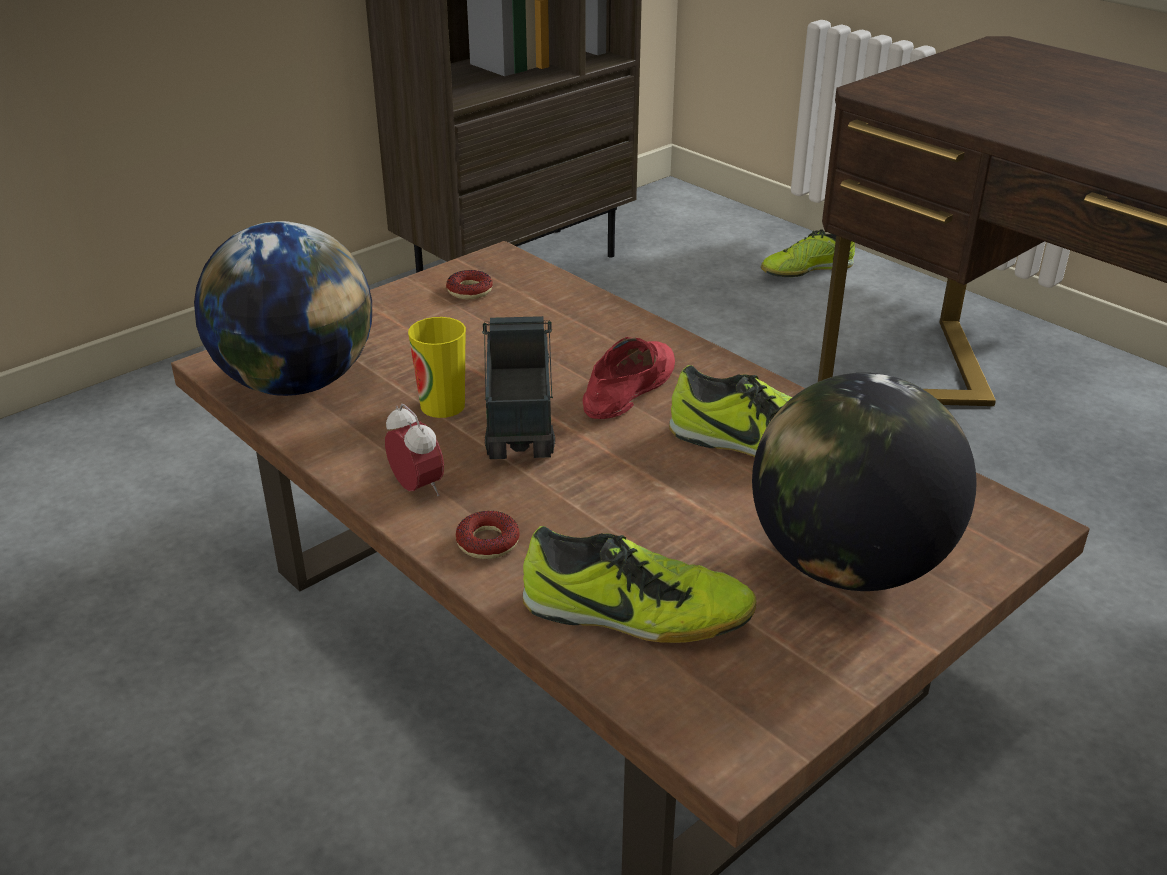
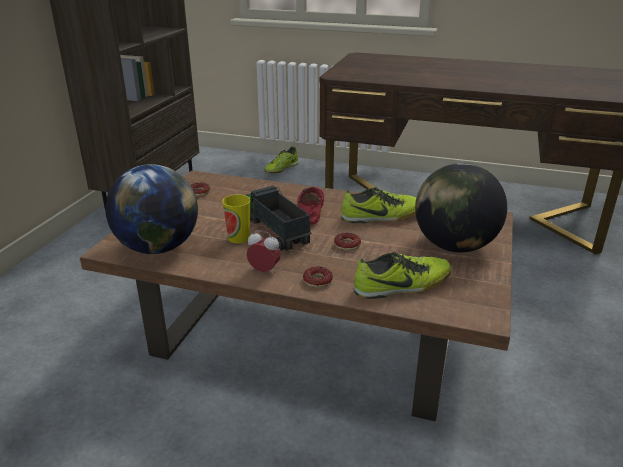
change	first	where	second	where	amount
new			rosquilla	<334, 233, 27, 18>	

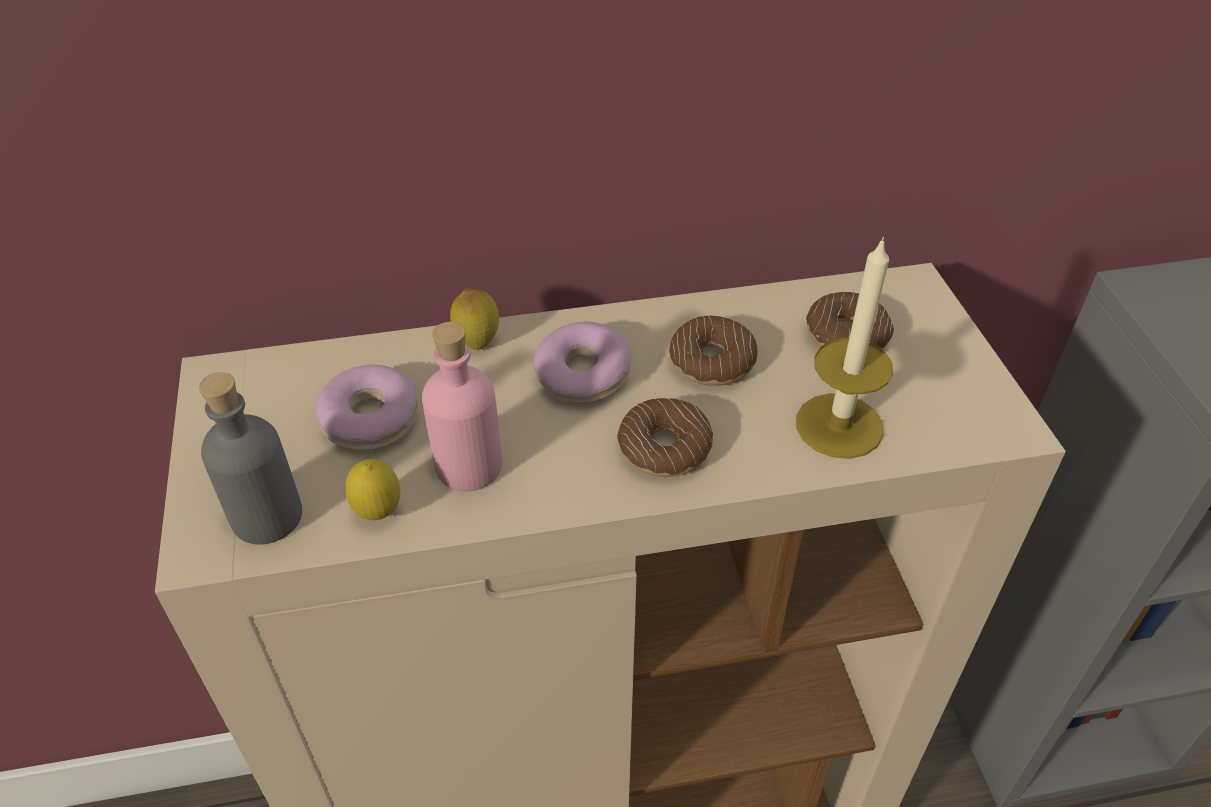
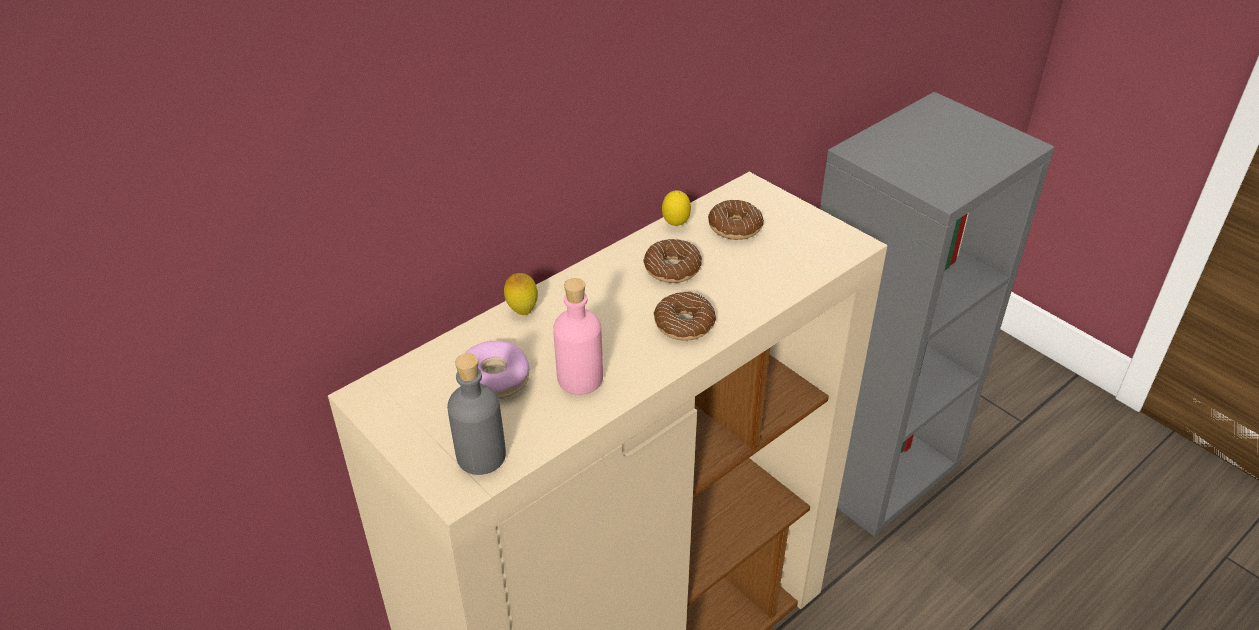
change	first	where	second	where	amount
gone	vela	<796, 237, 97, 222>			
gone	rosquilla	<533, 322, 98, 82>			
shifted	limón	<345, 459, 55, 61>		<662, 190, 29, 36>	

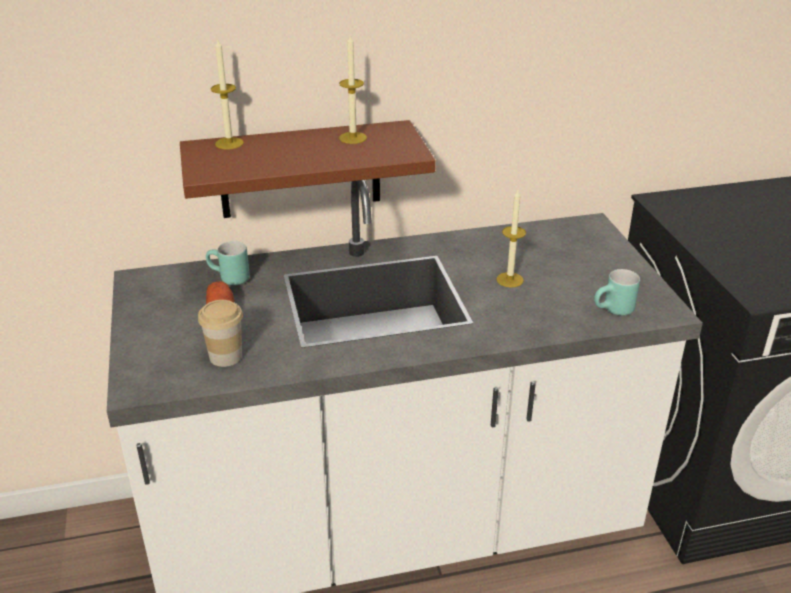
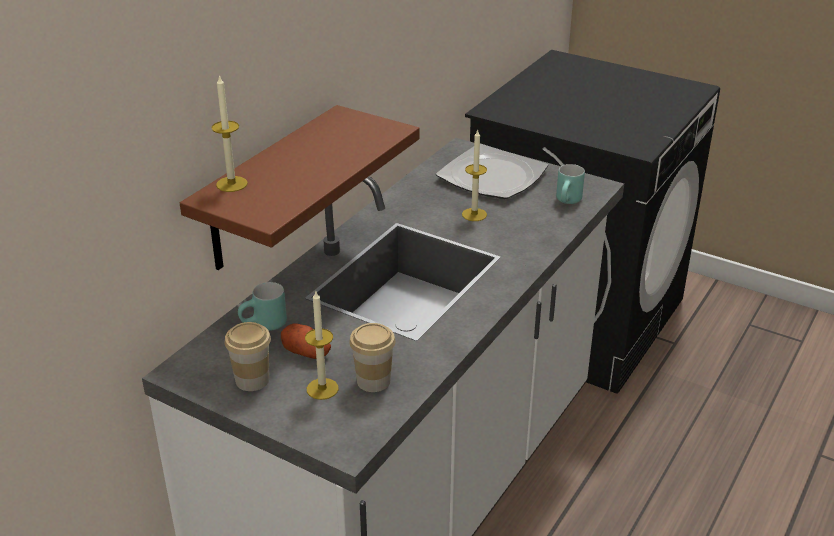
change	first	where	second	where	amount
shifted	vela	<339, 35, 28, 109>		<305, 291, 34, 109>	
new			plato	<436, 143, 112, 56>	
new			taza	<225, 322, 46, 69>	

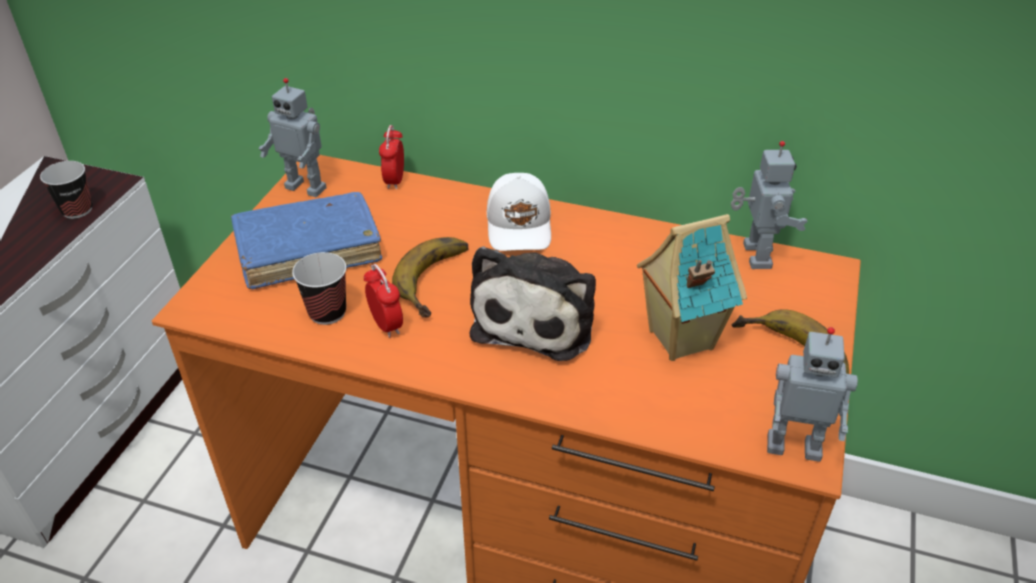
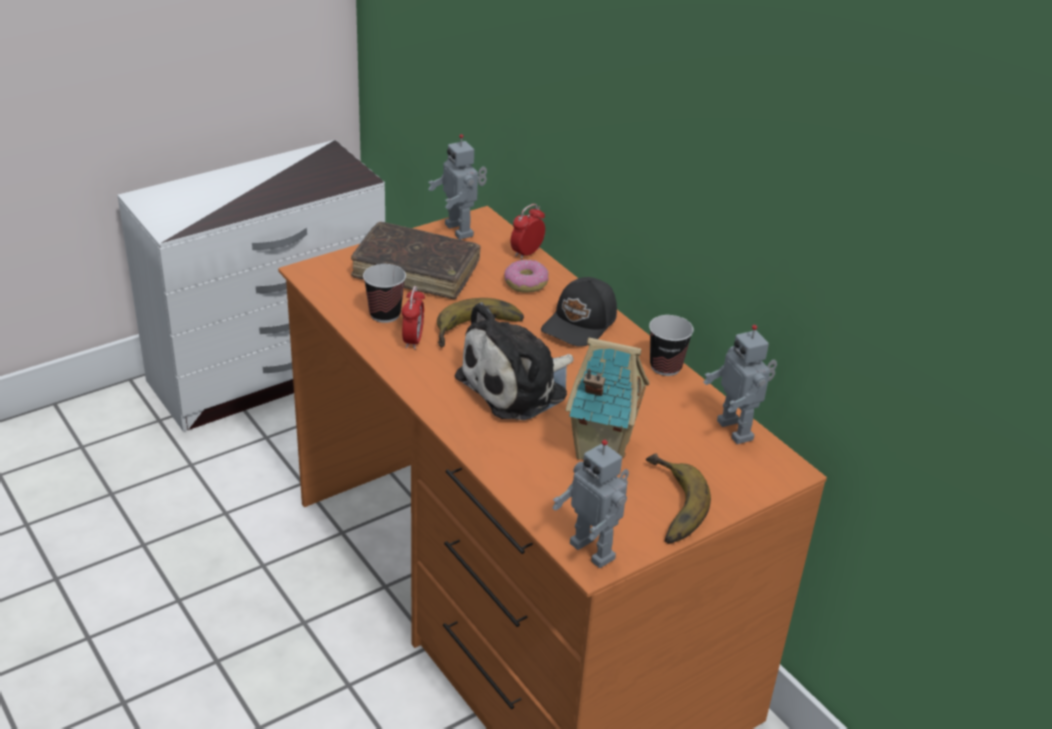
change	first	where	second	where	amount
rotated	robot de juguete	<731, 141, 77, 128>		<703, 325, 74, 119>	120 degrees clockwise
shifted	taza	<40, 161, 52, 58>		<649, 315, 45, 61>	
repainted	gorra/blanco	<487, 173, 64, 78>	gorra/negro	<541, 277, 76, 70>	
repainted	libro/azul	<231, 192, 151, 97>	libro/marrón	<351, 222, 130, 77>	
new			rosquilla	<504, 260, 45, 32>	

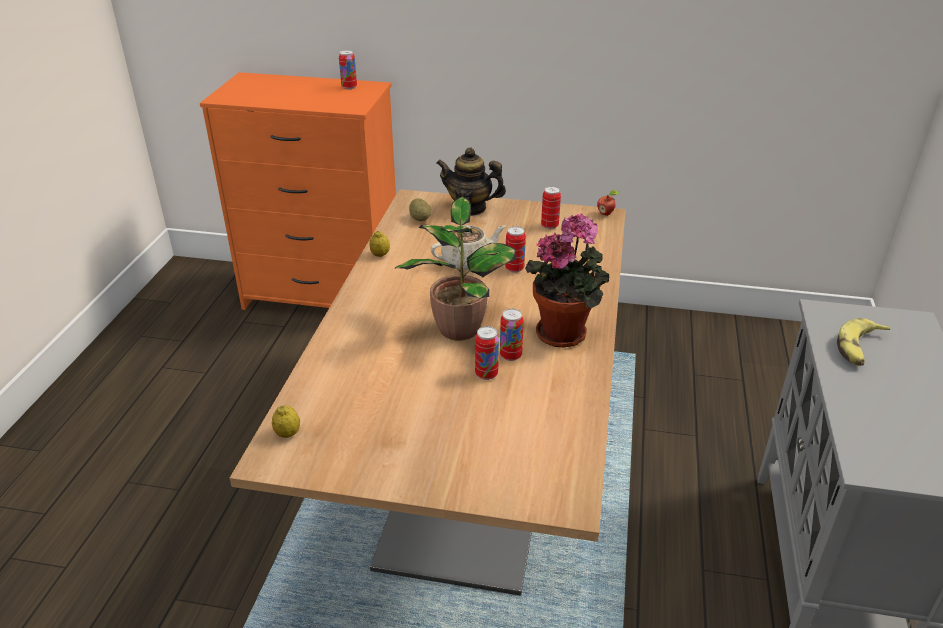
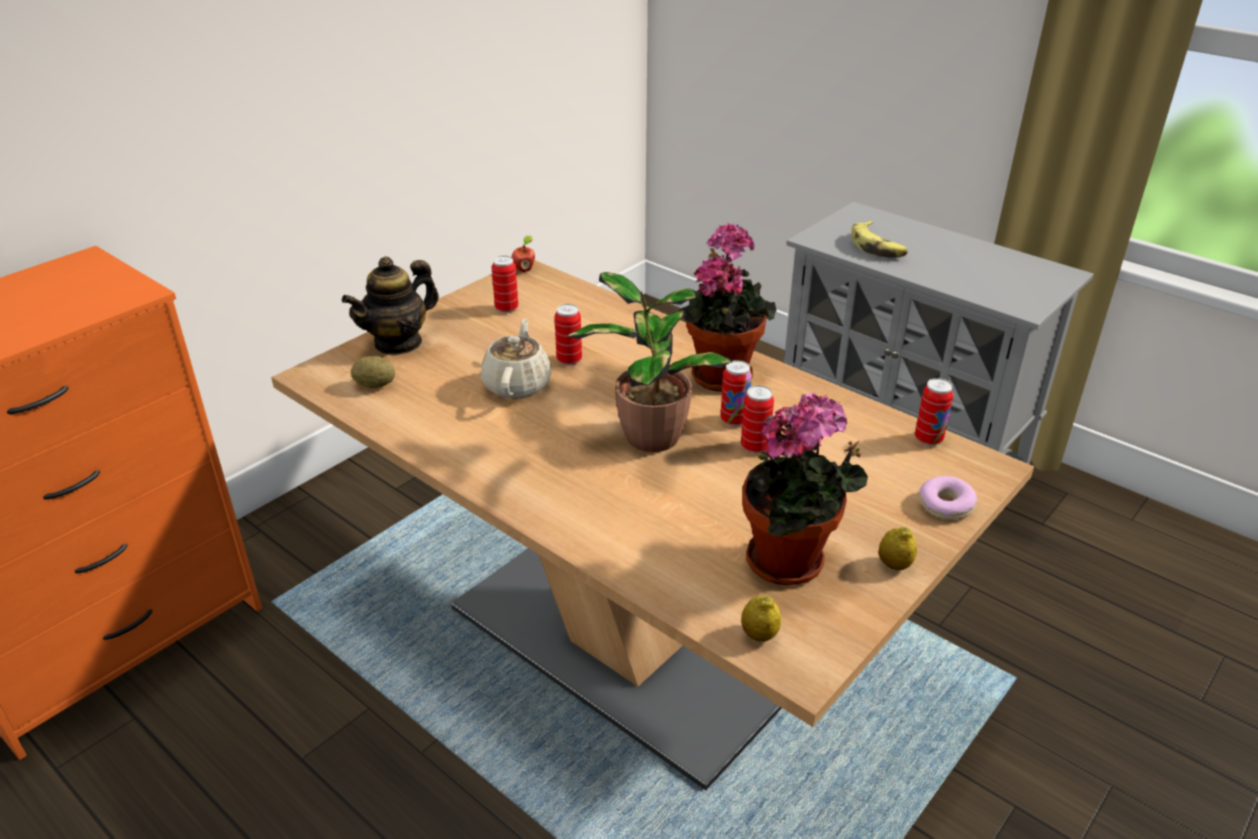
change	first	where	second	where	amount
shifted	lata	<339, 50, 18, 40>		<915, 378, 39, 68>	
shifted	limón	<369, 231, 21, 26>		<878, 527, 39, 43>	
new			planta en maceta	<742, 392, 126, 193>	
new			rosquilla	<919, 476, 58, 44>	

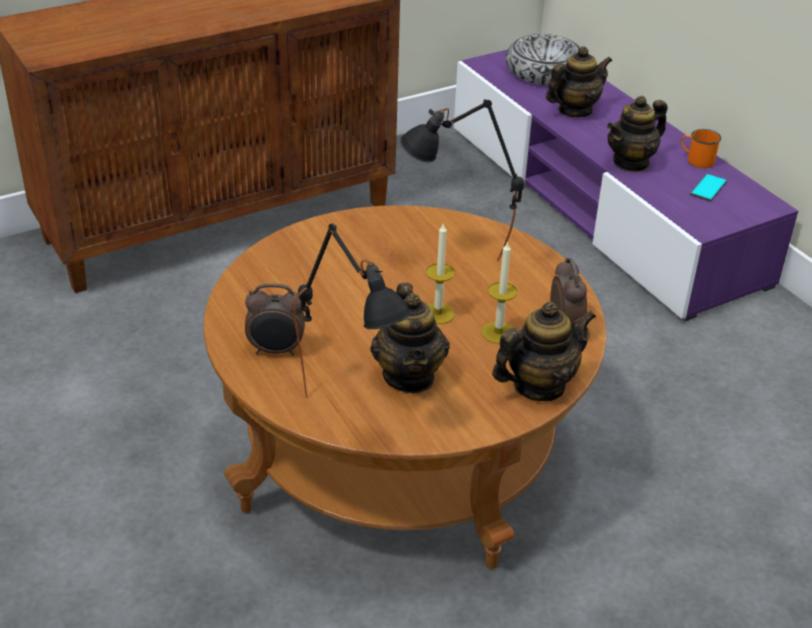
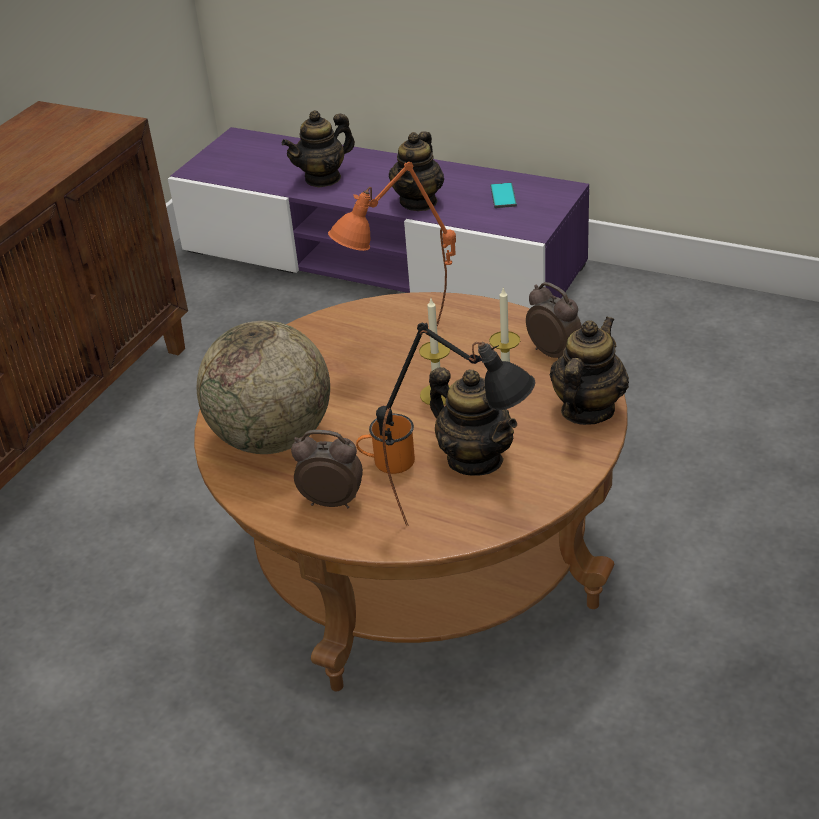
change	first	where	second	where	amount
gone	cuenco	<506, 34, 74, 51>			
rotated	tetera	<546, 46, 66, 71>		<282, 110, 73, 78>	150 degrees counterclockwise
repainted	lámpara de mesa/negro	<400, 99, 124, 162>	lámpara de mesa/naranja	<328, 162, 128, 164>	
shifted	taza grande/naranja	<681, 129, 40, 39>		<356, 414, 59, 60>	
rotated	despertador	<245, 283, 60, 73>		<291, 430, 72, 79>	135 degrees counterclockwise
new			globo terráqueo	<197, 321, 133, 133>	

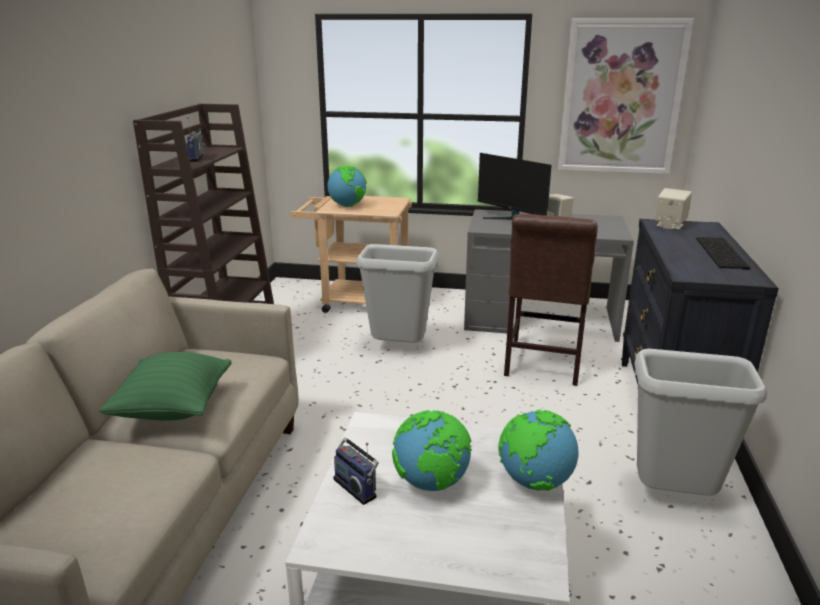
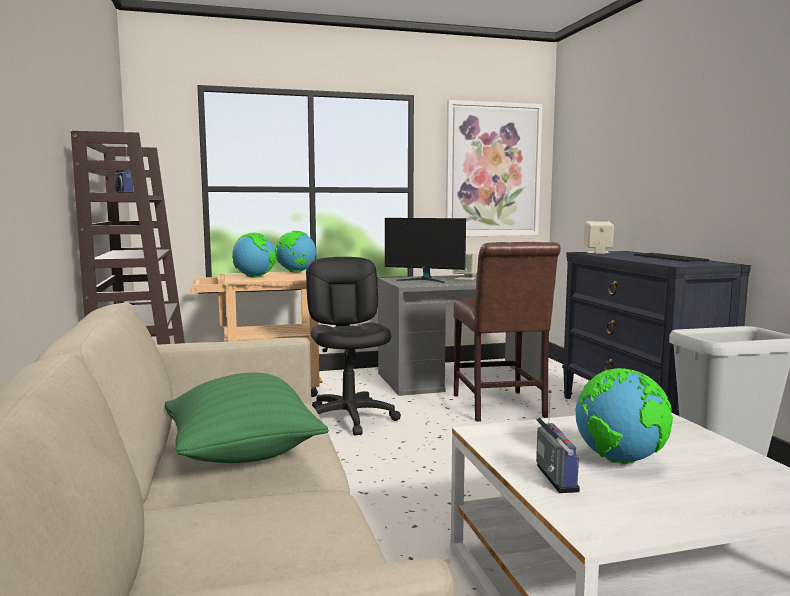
change	first	where	second	where	amount
swapped	papelera/gris	<356, 244, 83, 99>	silla de oficina/negro	<306, 257, 95, 179>	
shifted	globo terráqueo	<498, 410, 80, 81>		<275, 231, 41, 42>	
rotated	radio	<333, 437, 46, 68>		<536, 390, 44, 103>	120 degrees counterclockwise

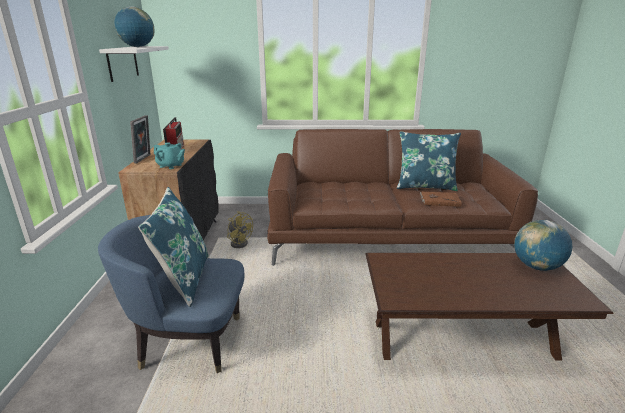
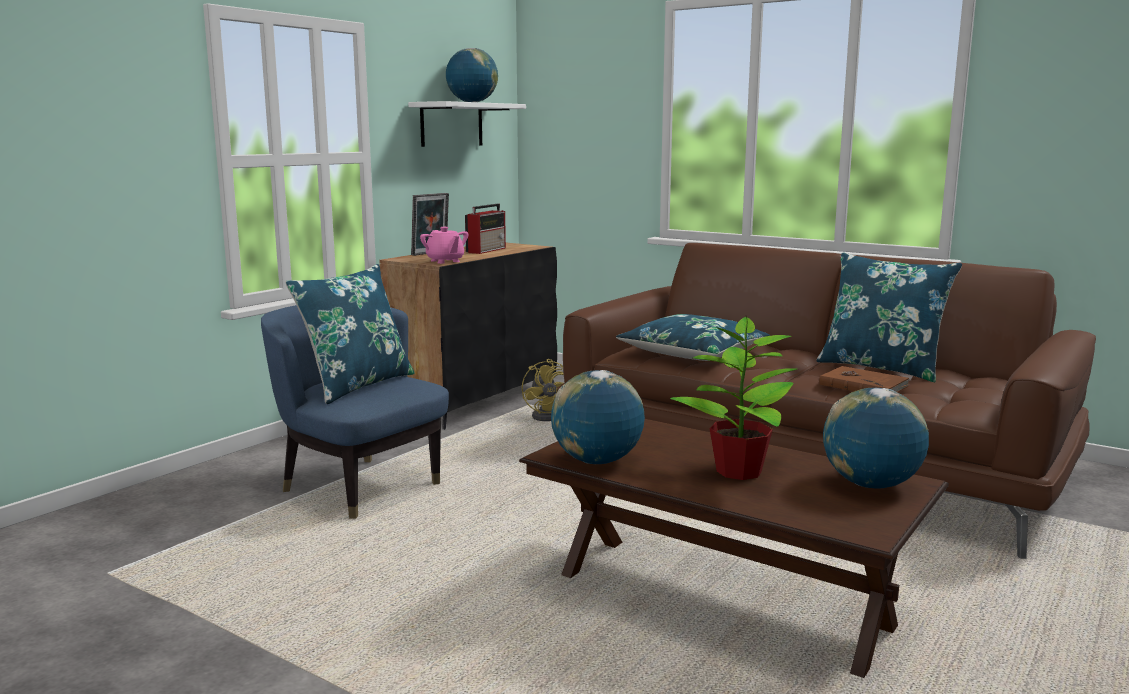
change	first	where	second	where	amount
repainted	tetera/turquesa	<154, 142, 31, 27>	tetera/rosa	<420, 227, 48, 37>	
new			cojín/azul	<616, 314, 154, 47>	
new			planta en maceta	<670, 316, 127, 164>	
new			globo terráqueo	<551, 370, 94, 94>	

